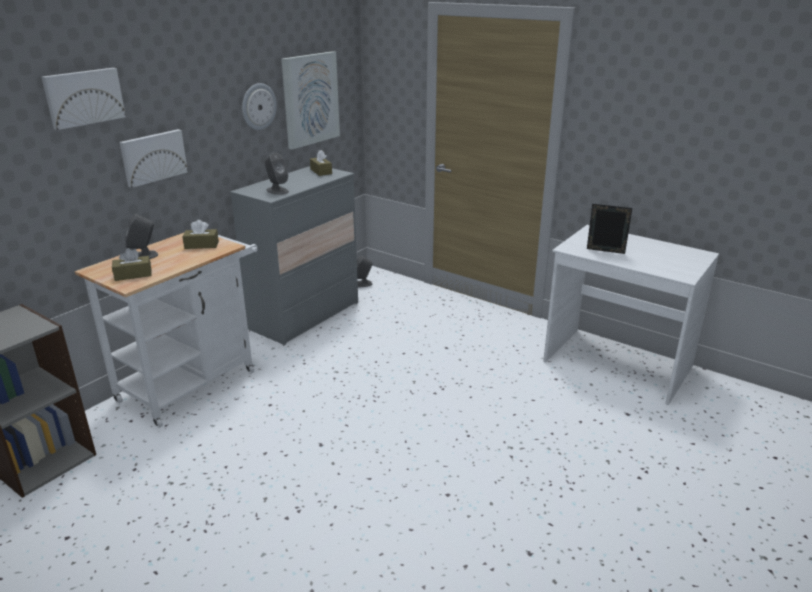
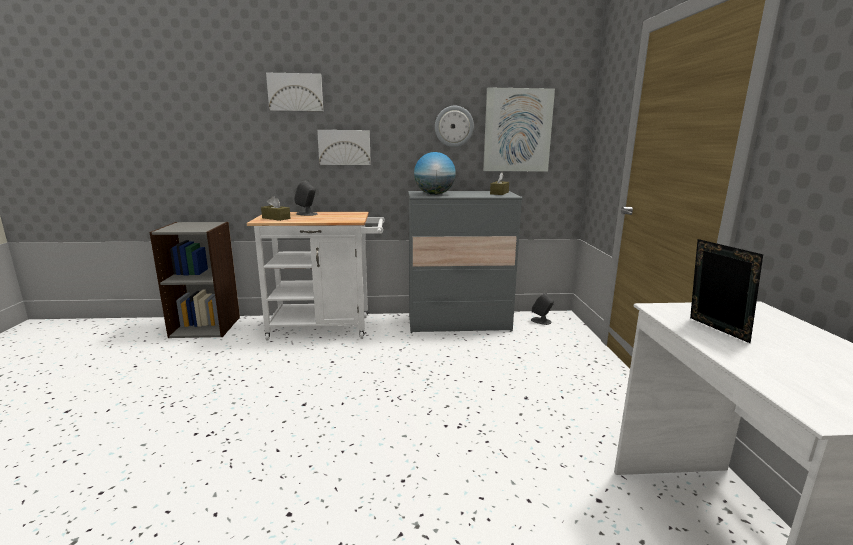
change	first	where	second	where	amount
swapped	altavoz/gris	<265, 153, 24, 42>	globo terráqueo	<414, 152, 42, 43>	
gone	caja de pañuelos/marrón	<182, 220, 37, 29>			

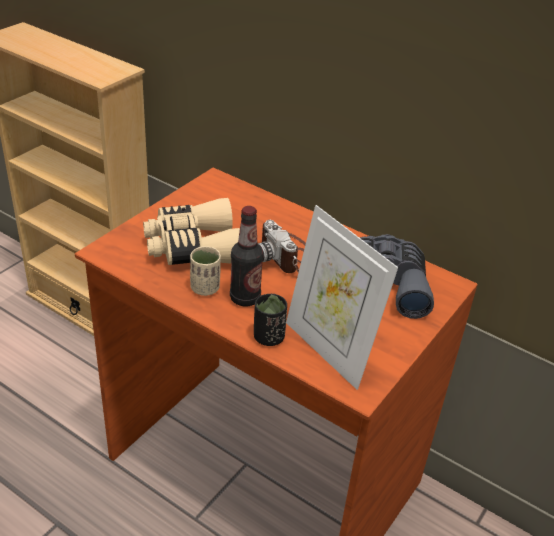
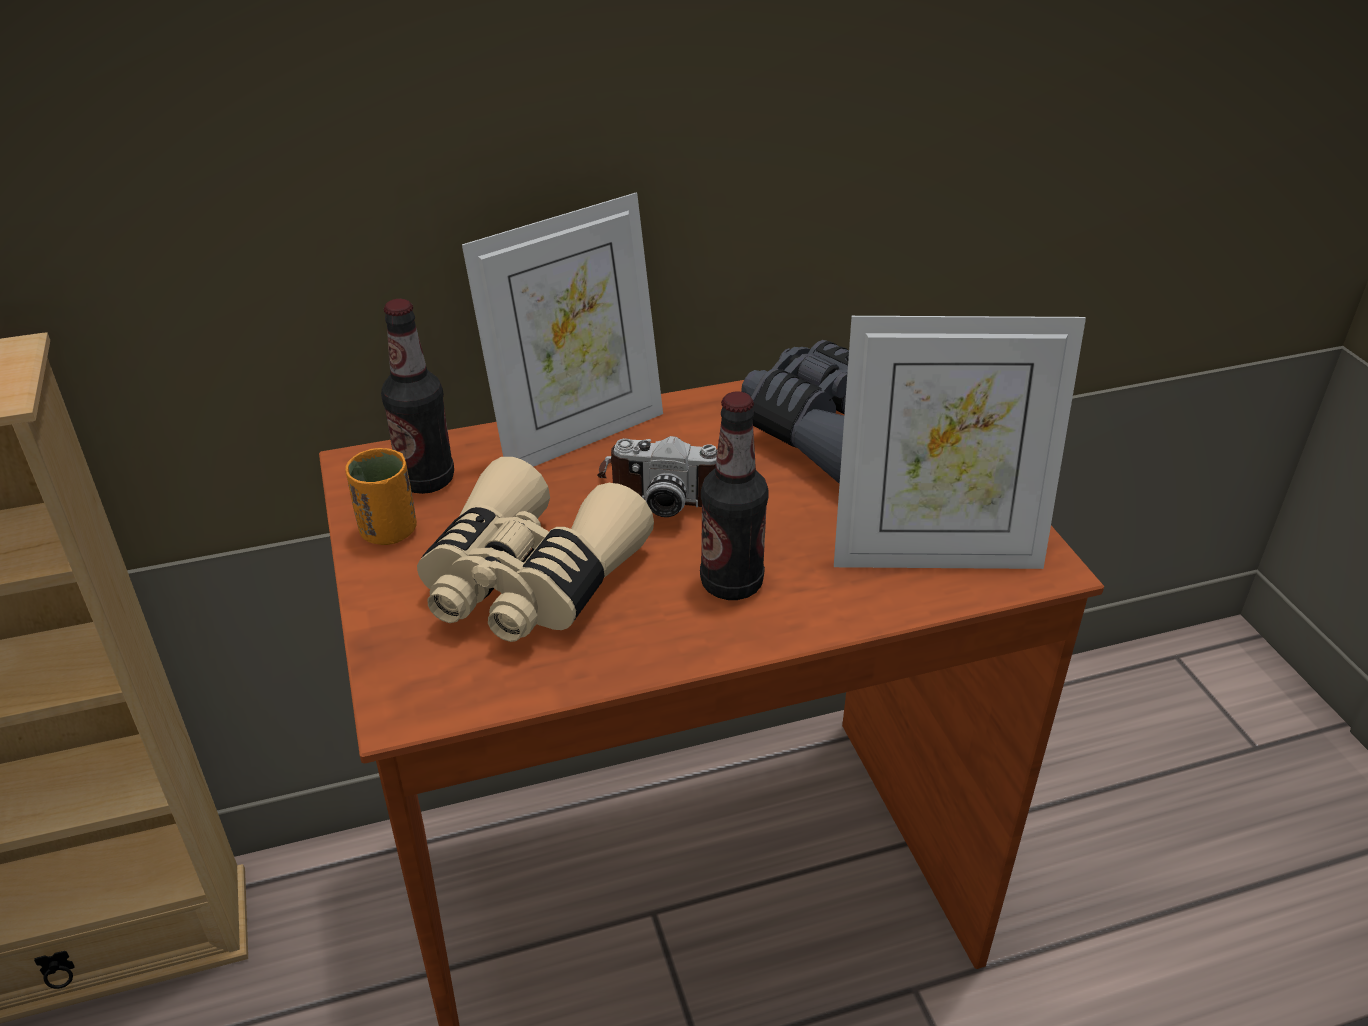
change	first	where	second	where	amount
gone	taza/beis	<190, 246, 31, 50>			
gone	taza/negro	<254, 294, 33, 52>			
new			portarretratos	<462, 193, 201, 274>	
new			botella	<381, 299, 73, 195>	
new			taza/naranja	<345, 448, 72, 97>	

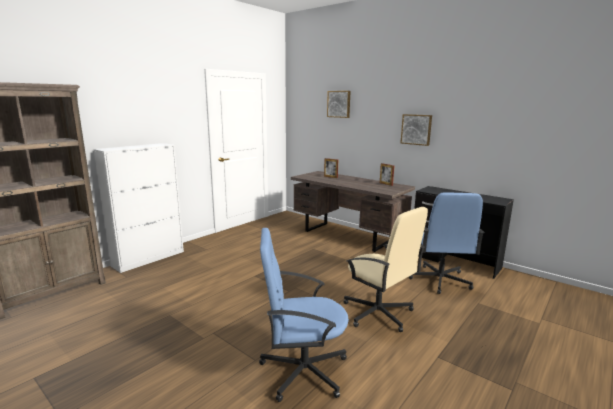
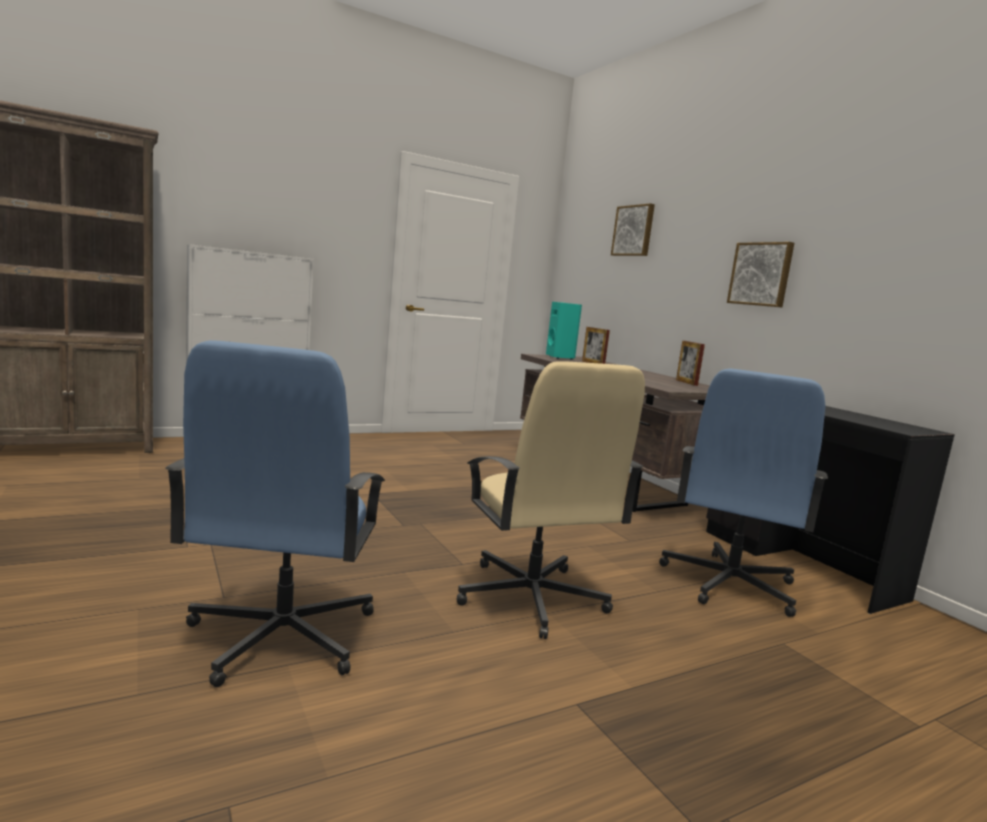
change	first	where	second	where	amount
rotated	silla de oficina/azul	<259, 228, 90, 174>		<165, 340, 220, 347>	105 degrees counterclockwise
new			altavoz/turquesa	<546, 302, 36, 58>	

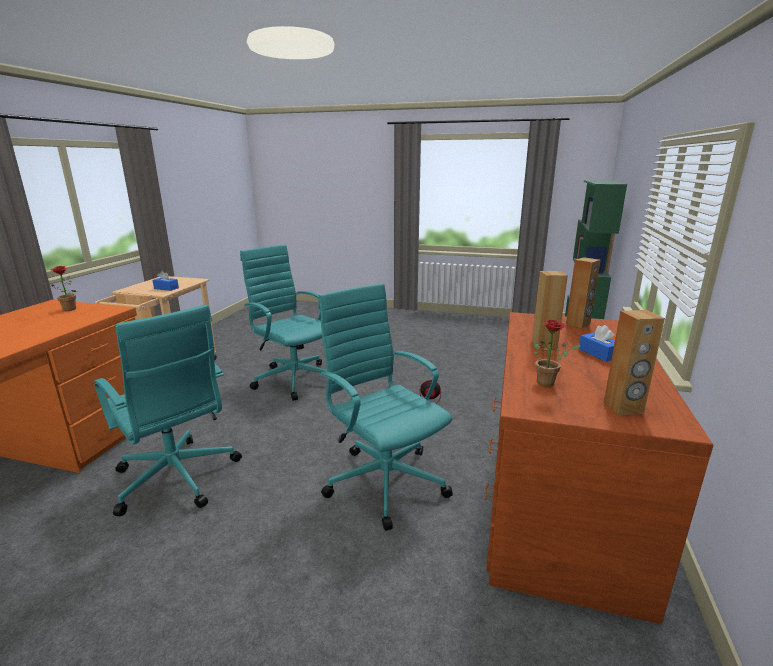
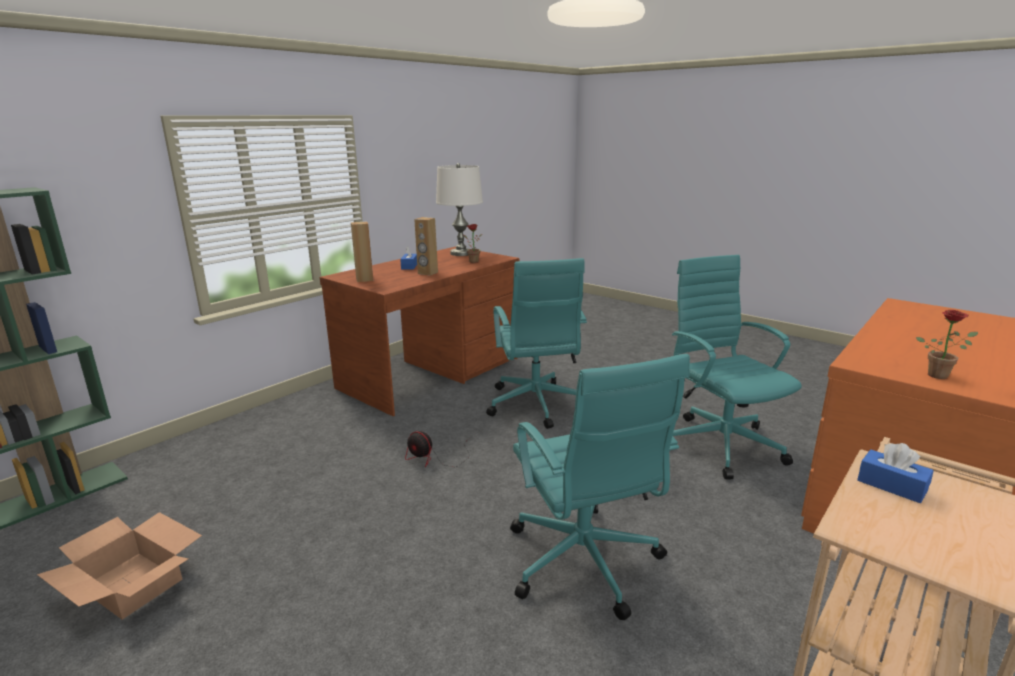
change	first	where	second	where	amount
swapped	altavoz/marrón	<604, 310, 61, 105>	lámpara de mesa/blanco	<436, 163, 47, 93>	
new			caja de cartón	<37, 512, 165, 108>	

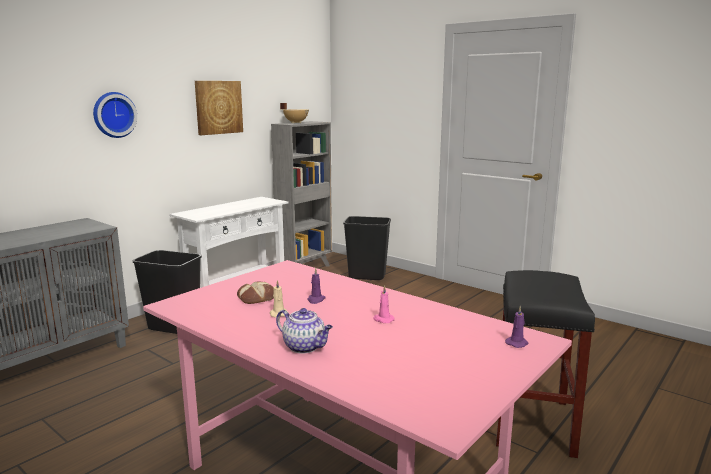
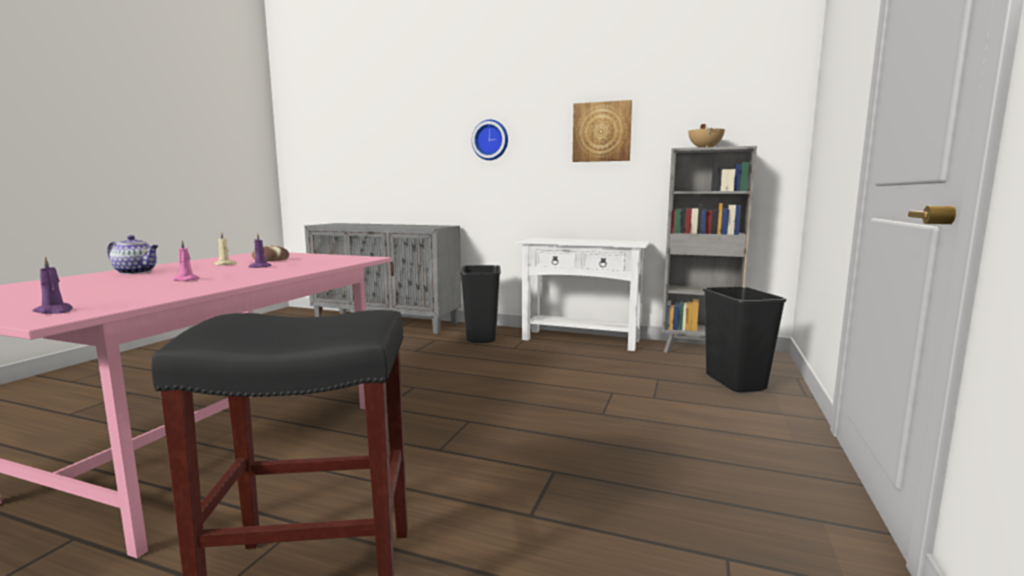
change	first	where	second	where	amount
rotated	tetera	<276, 308, 57, 46>		<107, 235, 51, 39>	90 degrees counterclockwise

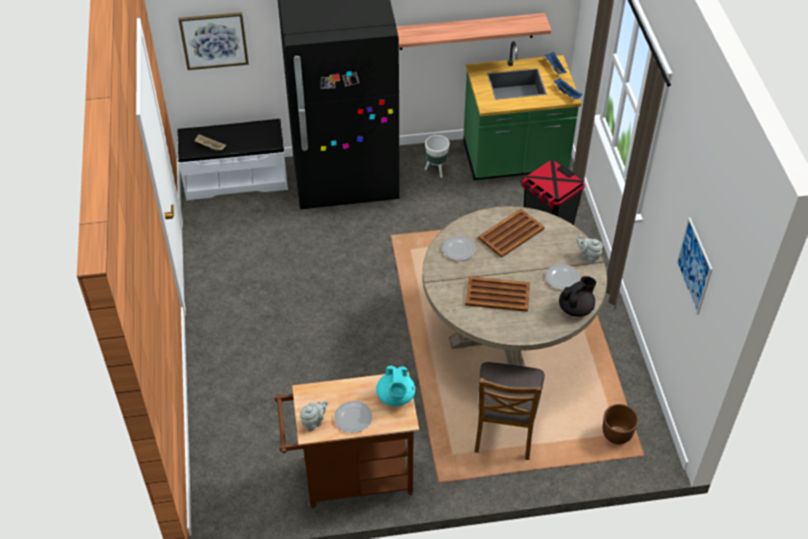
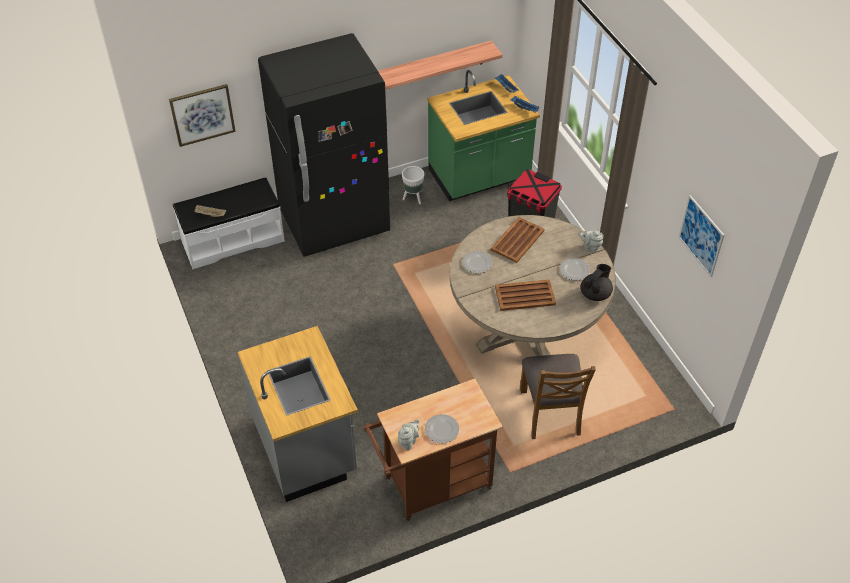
change	first	where	second	where	amount
gone	tetera/turquesa	<376, 366, 39, 40>			
gone	maceta/marrón	<603, 404, 35, 40>			
new			mueble bajo de cocina/gris	<238, 326, 120, 176>	

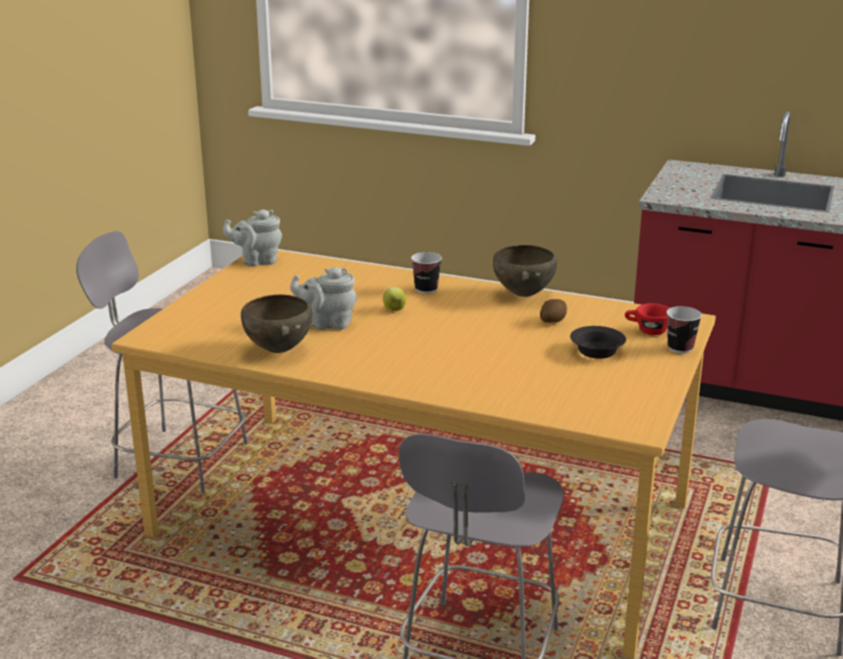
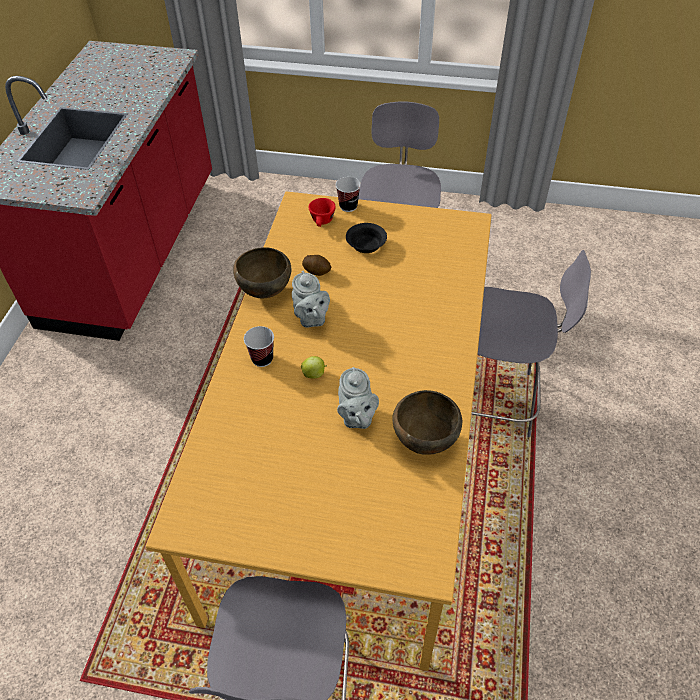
change	first	where	second	where	amount
shifted	tetera/gris	<223, 209, 59, 57>		<292, 271, 38, 57>	

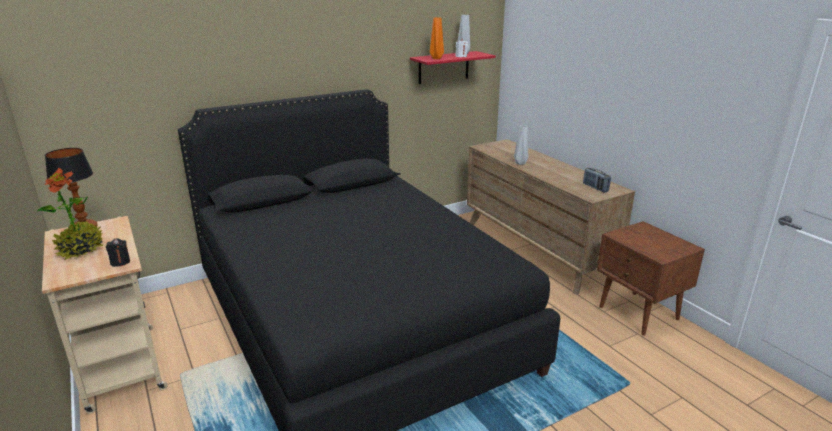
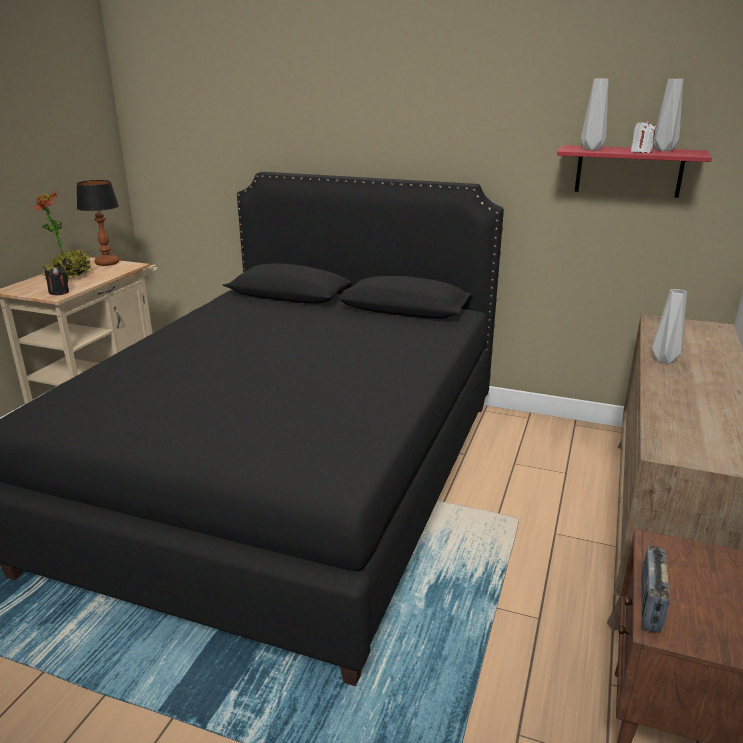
change	first	where	second	where	amount
repainted	florero/naranja	<430, 17, 14, 42>	florero/gris	<581, 79, 28, 71>	
shifted	radio	<583, 168, 28, 24>		<641, 546, 29, 87>	

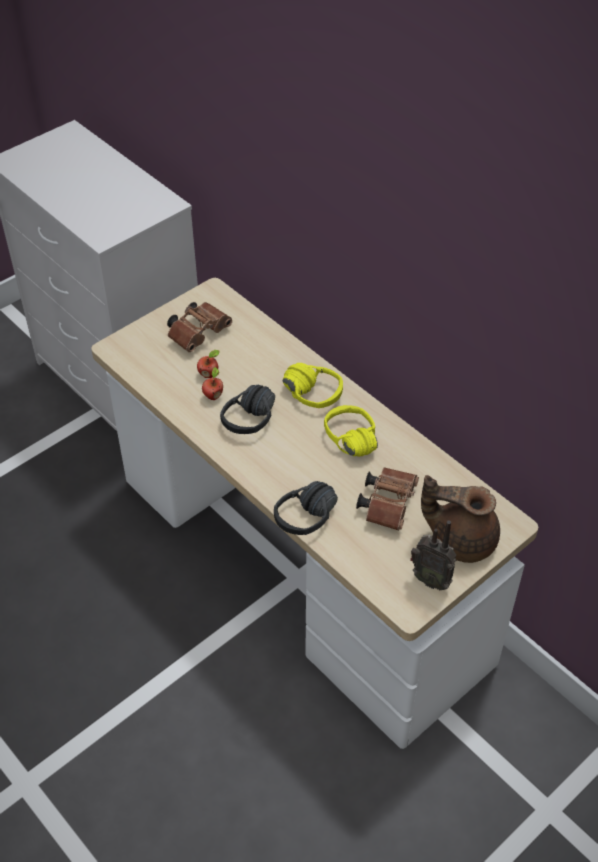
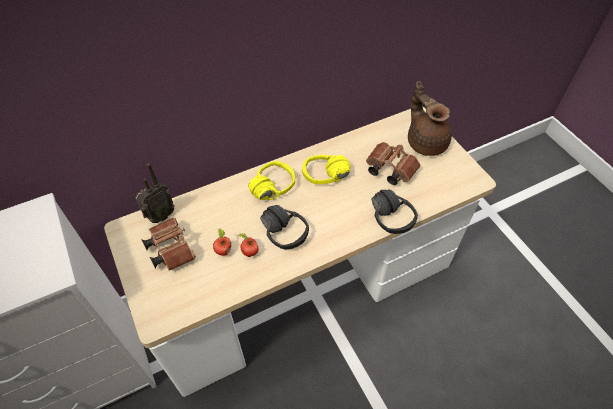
change	first	where	second	where	amount
rotated	tetera/marrón	<421, 475, 79, 88>		<408, 81, 44, 75>	120 degrees clockwise
shifted	radio	<410, 521, 46, 69>		<135, 163, 40, 60>	

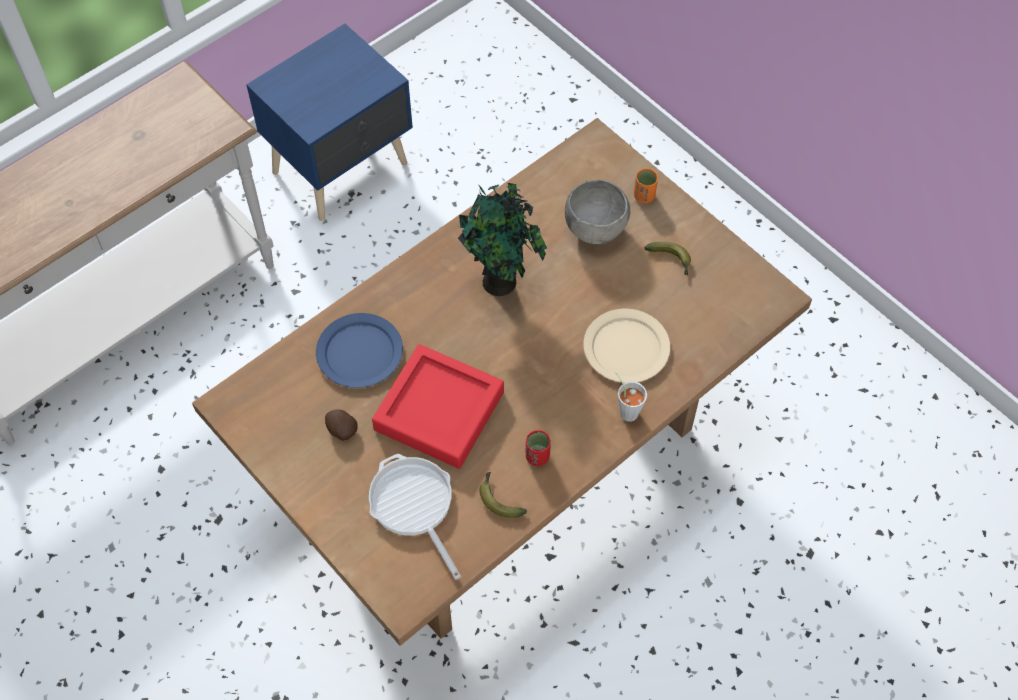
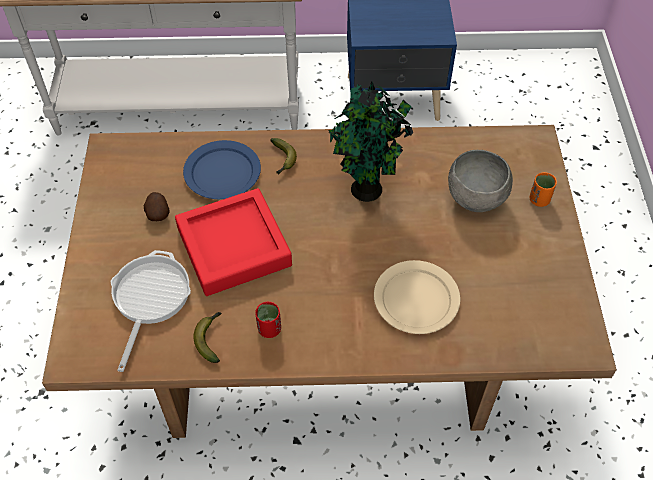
change	first	where	second	where	amount
shifted	plátano	<644, 242, 47, 33>		<271, 138, 26, 37>	
gone	taza/gris	<616, 372, 31, 50>			

